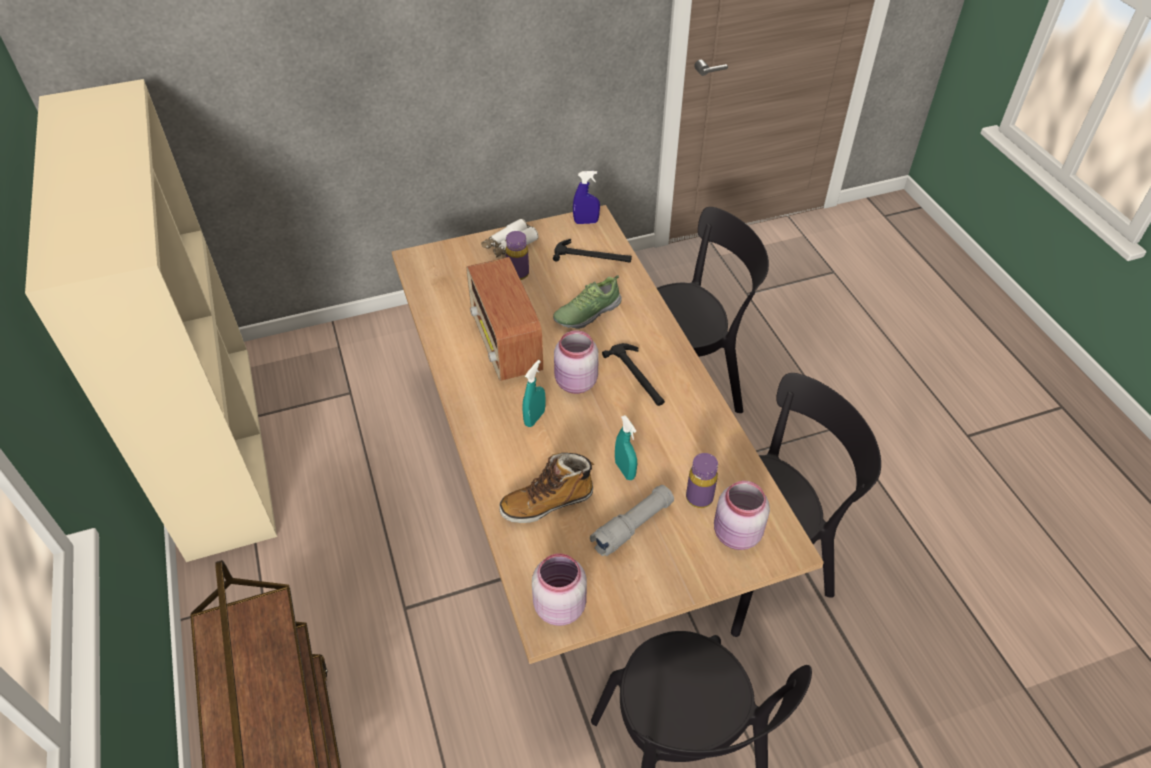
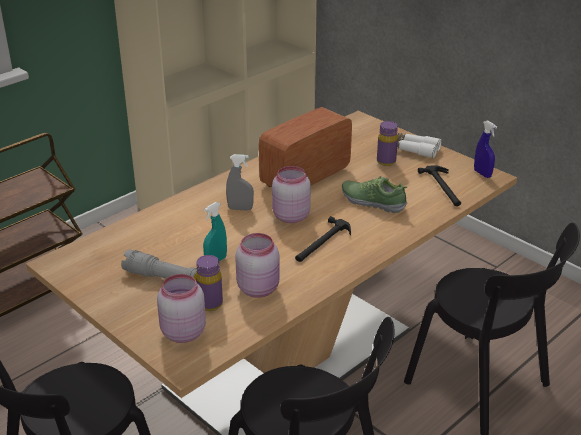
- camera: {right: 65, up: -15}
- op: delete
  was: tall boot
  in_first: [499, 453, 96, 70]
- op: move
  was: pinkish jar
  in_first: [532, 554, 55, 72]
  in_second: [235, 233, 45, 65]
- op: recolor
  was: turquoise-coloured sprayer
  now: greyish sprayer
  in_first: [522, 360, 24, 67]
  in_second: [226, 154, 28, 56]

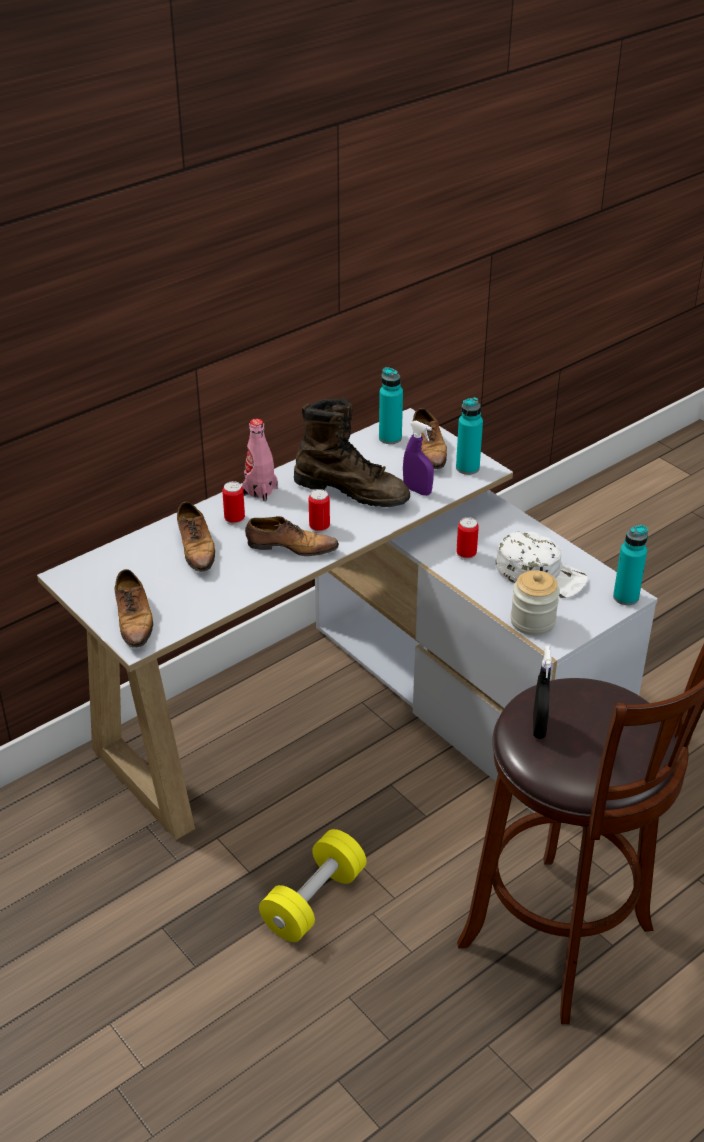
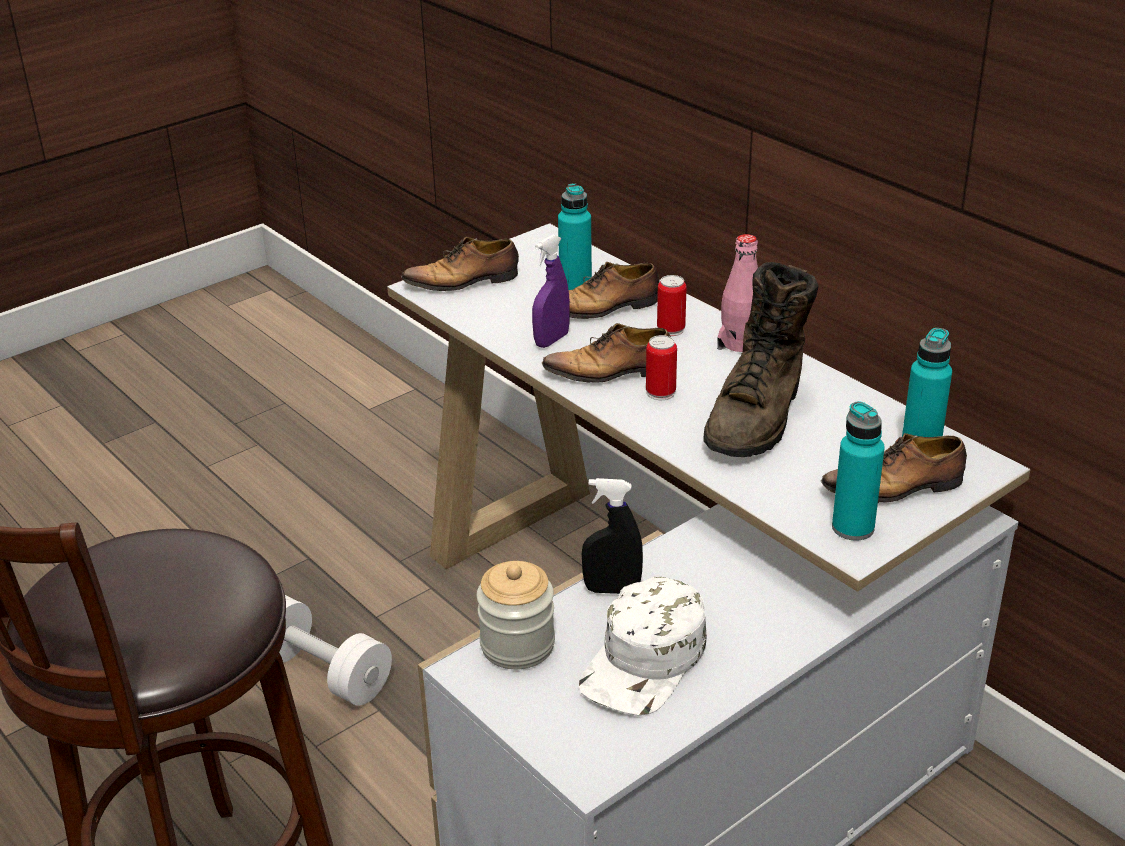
- camera: {right: 90, up: -5}
- op: delete
  was: can
  in_first: [456, 517, 23, 43]
- op: move
  was: purple sprayer
  in_first: [403, 421, 31, 75]
  in_second: [532, 235, 37, 113]
- op: move
  was: black sprayer
  in_first: [533, 646, 18, 93]
  in_second: [582, 478, 61, 116]
- op: move
  was: turquoise-coloured beverage bottle
  in_first: [613, 525, 35, 80]
  in_second: [558, 183, 34, 107]
- op: recolor
  was: yellowish free weight
  now: whitish free weight
  in_first: [259, 829, 107, 113]
  in_second: [279, 595, 113, 111]
- op: rotate
  was: item of footwear
  in_first: [245, 516, 94, 40]
  in_second: [542, 323, 129, 60]
  clockwise: 75

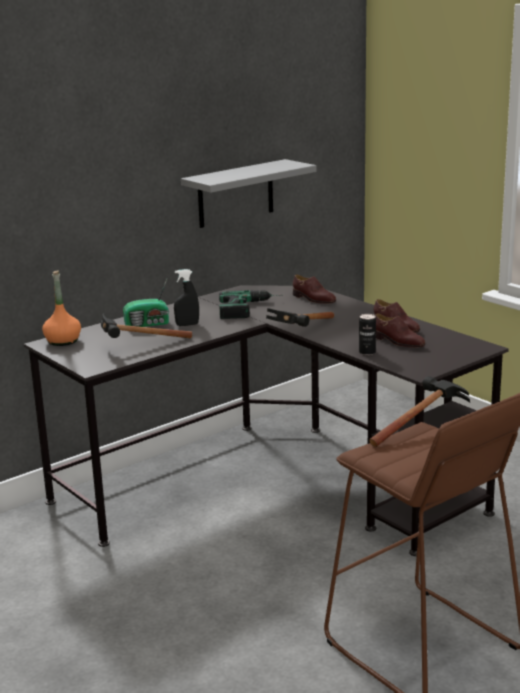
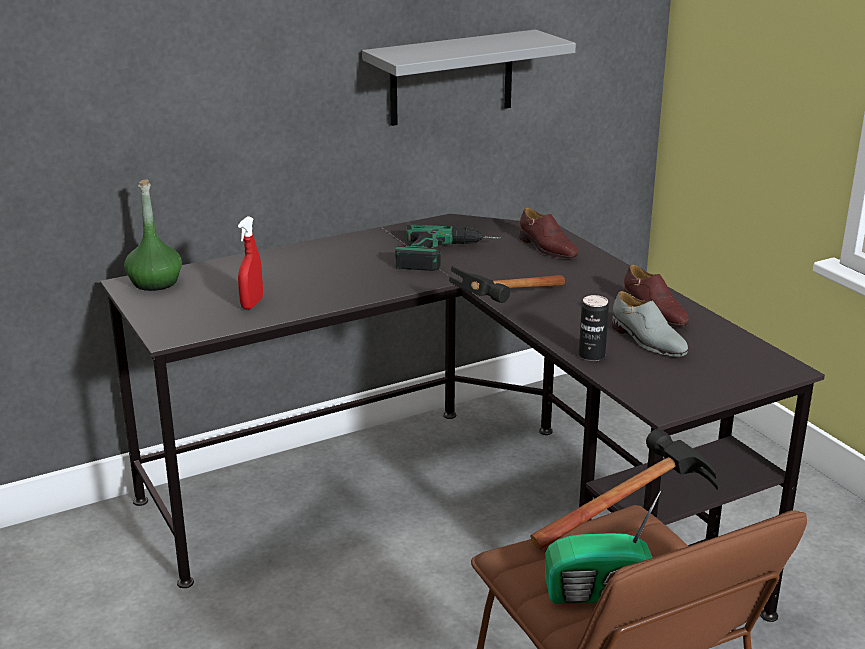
- camera: {right: 10, up: 5}
- op: delete
  was: black sprayer
  in_first: [174, 269, 25, 57]
- op: move
  was: radio receiver
  in_first: [123, 279, 46, 48]
  in_second: [545, 491, 116, 113]
- op: replace
  was: hand hammer
  now: reddish sprayer
  in_first: [101, 313, 91, 25]
  in_second: [238, 216, 25, 93]
- op: recolor
  was: orangey beverage bottle
  now: greenish beverage bottle
  in_first: [42, 271, 39, 75]
  in_second: [124, 179, 58, 112]
- op: recolor
  was: brownish item of footwear
  now: greyish item of footwear
  in_first: [375, 313, 50, 35]
  in_second: [612, 291, 76, 66]

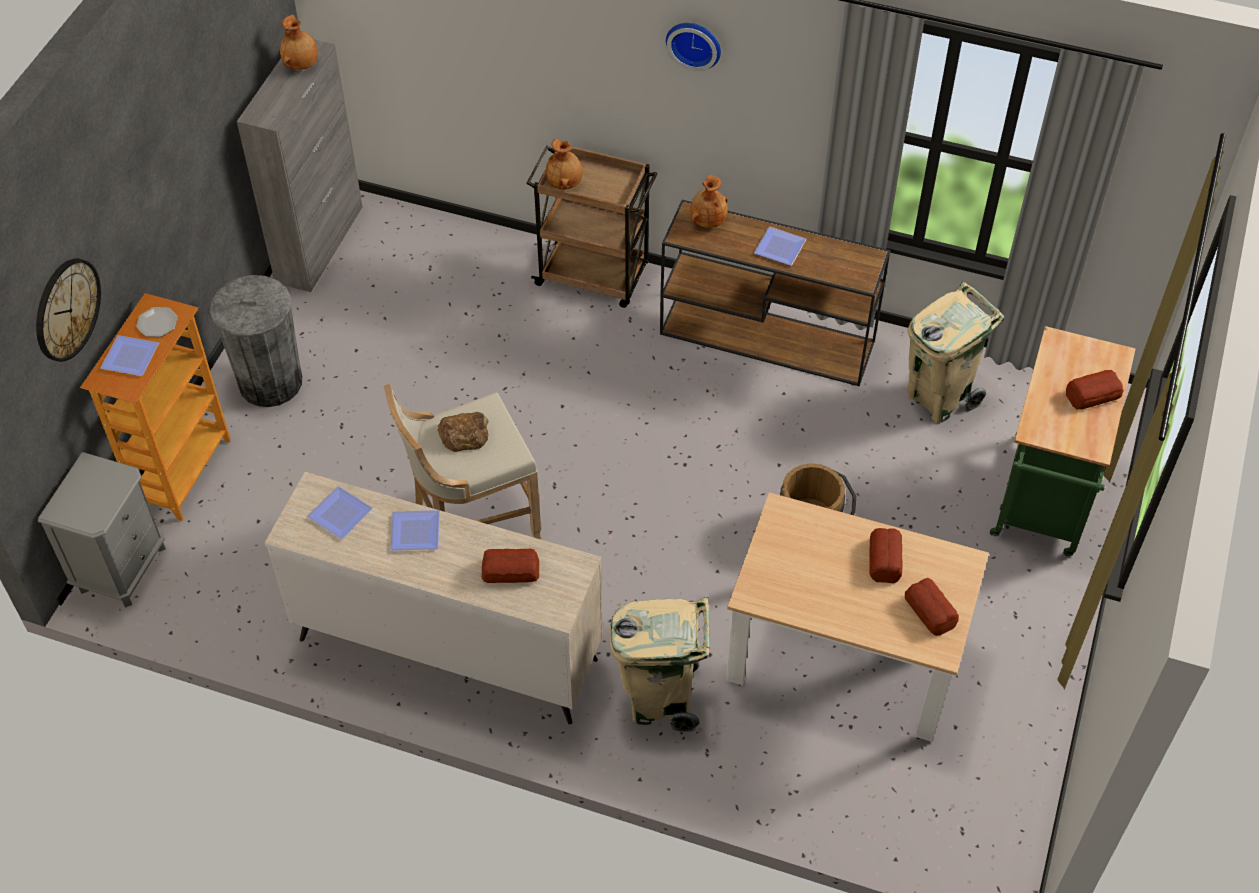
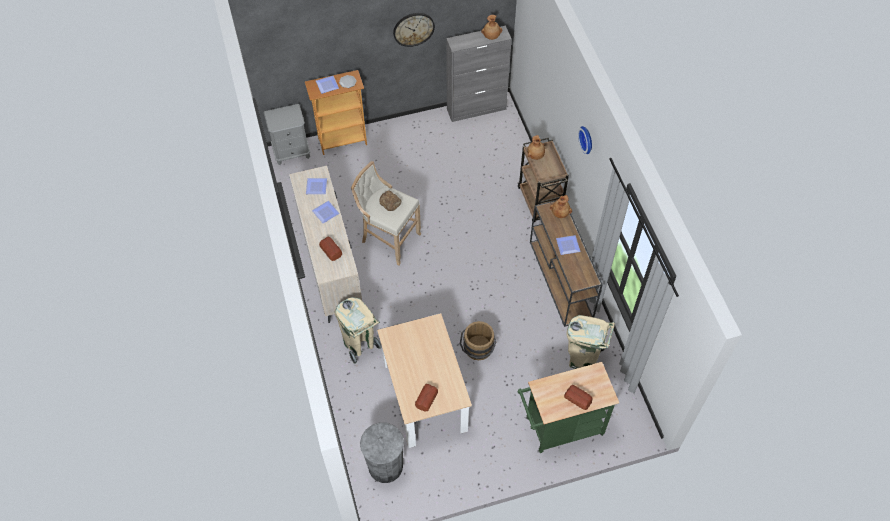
- camera: {right: 55, up: 5}
- op: delete
  was: baked bread
  in_first: [870, 528, 33, 55]
- op: move
  was: hanging clock
  in_first: [36, 258, 65, 104]
  in_second: [393, 13, 42, 34]
- op: move
  was: greyish trash can
  in_first: [210, 275, 92, 132]
  in_second: [360, 423, 44, 60]

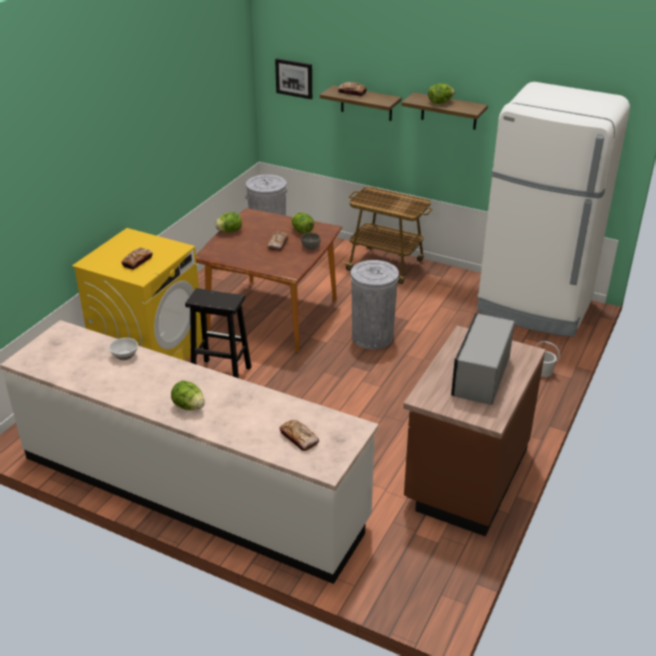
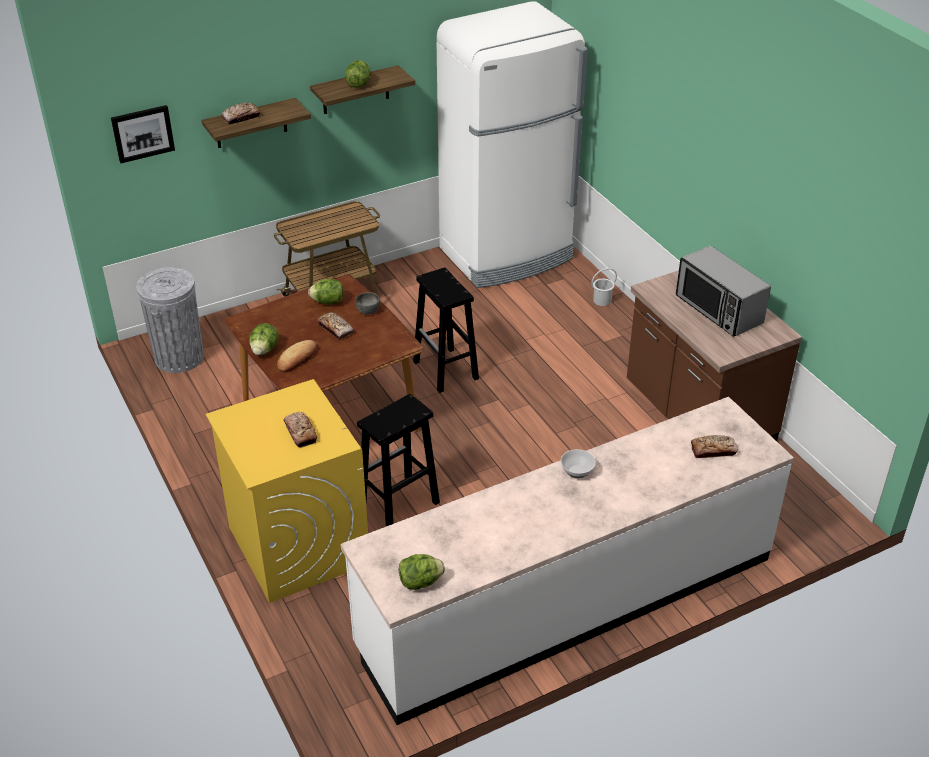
- camera: {right: -55, up: 5}
- op: insert
  now: baked bread
  in_second: [277, 340, 39, 33]
- op: move
  was: serving bowl
  in_first: [109, 338, 29, 22]
  in_second: [561, 449, 35, 30]
- op: move
  was: lettuce
  in_first: [171, 381, 34, 29]
  in_second: [399, 554, 46, 36]
- op: replace
  was: greyish trash can
  now: black stool
  in_first: [351, 260, 48, 89]
  in_second: [413, 268, 66, 125]

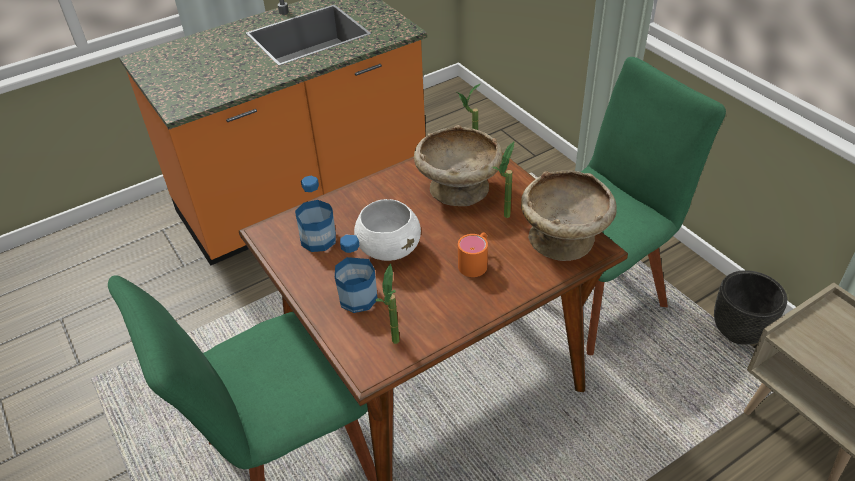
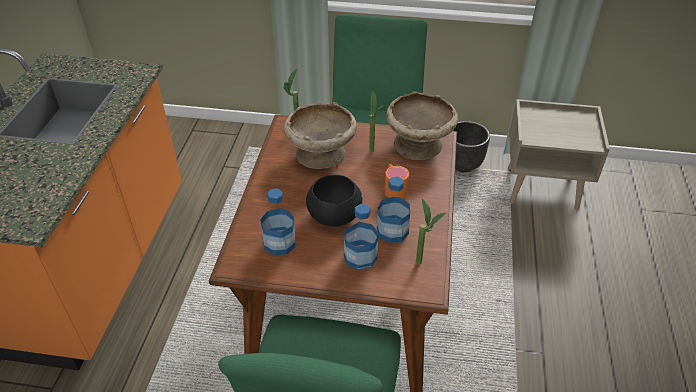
- camera: {right: -50, up: 0}
- op: insert
  now: beverage bottle
  in_second: [377, 177, 33, 66]
- op: recolor
  was: whitish serving bowl
  now: black serving bowl
  in_first: [354, 199, 67, 62]
  in_second: [306, 175, 57, 52]

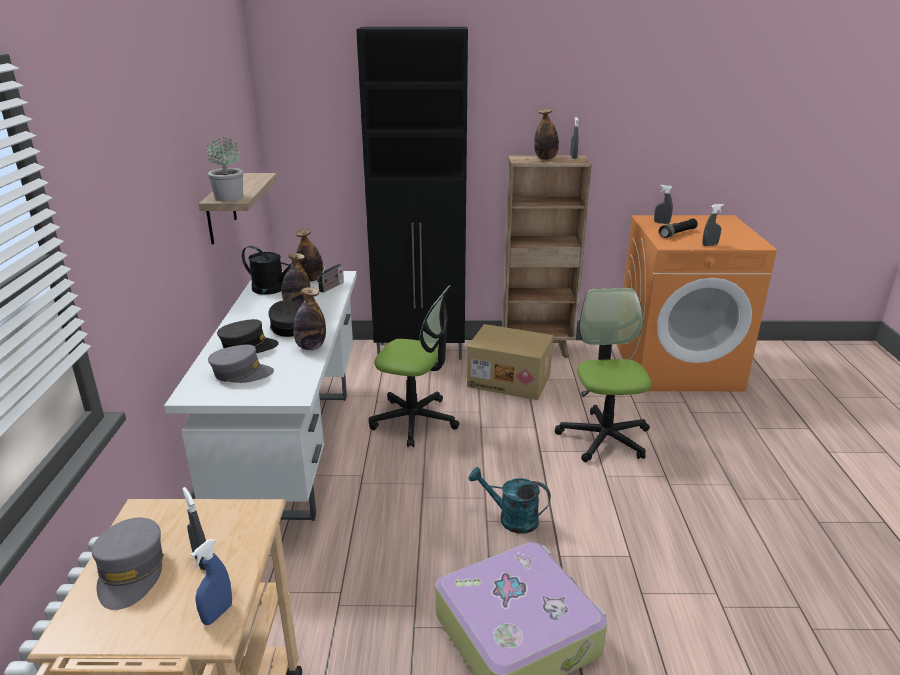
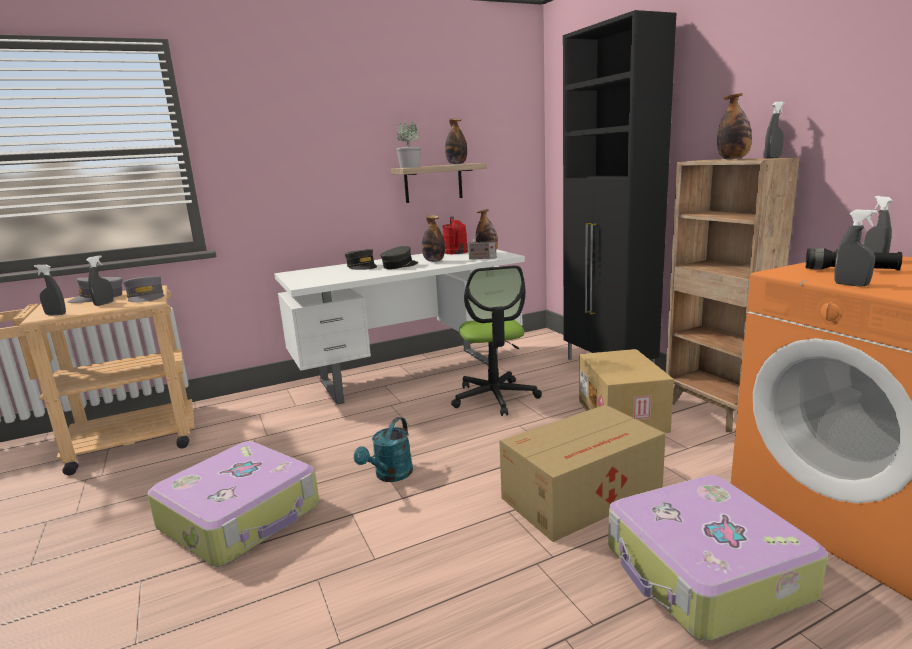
- camera: {right: 65, up: -10}
- op: insert
  now: travel case
  in_second: [608, 475, 220, 166]
- op: move
  was: greyish baseball cap
  in_first: [208, 345, 66, 38]
  in_second: [123, 276, 41, 27]
- op: move
  was: beverage bottle
  in_first: [293, 287, 33, 63]
  in_second: [445, 119, 22, 45]
- op: replace
  was: computer chair
  now: cardboard box
  in_first: [555, 288, 97, 174]
  in_second: [499, 405, 167, 137]
- op: recolor
  was: bluish sprayer
  now: greyish sprayer
  in_first: [190, 539, 42, 86]
  in_second: [34, 265, 32, 50]
- op: recolor
  was: black sprinkling can
  now: reddish sprinkling can
  in_first: [242, 246, 65, 49]
  in_second: [442, 216, 26, 38]
- op: rotate
  was: turquoise-coloured sprinkling can
  in_first: [469, 467, 82, 67]
  in_second: [354, 417, 59, 65]
  clockwise: -150

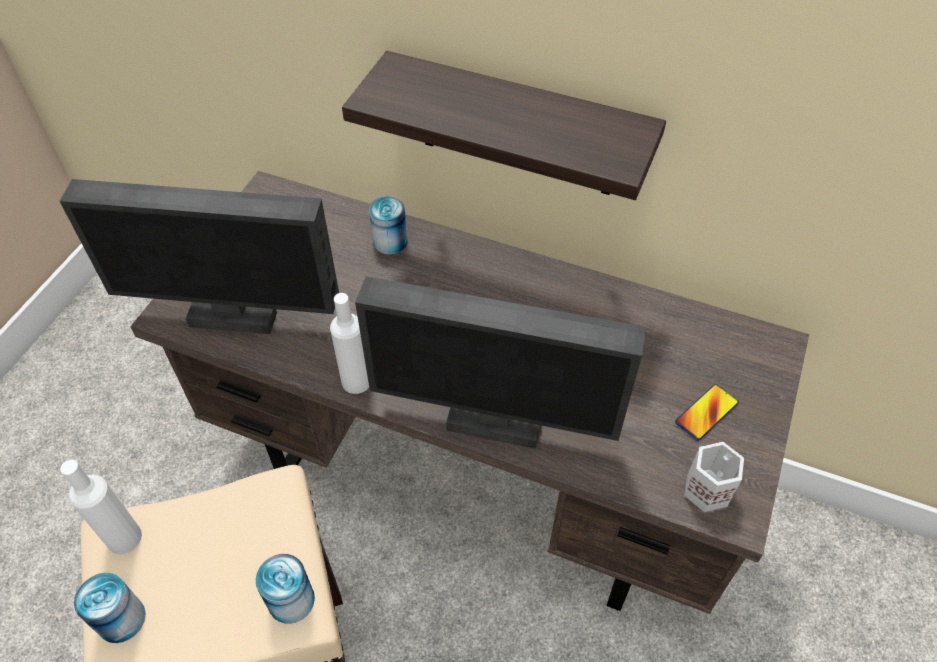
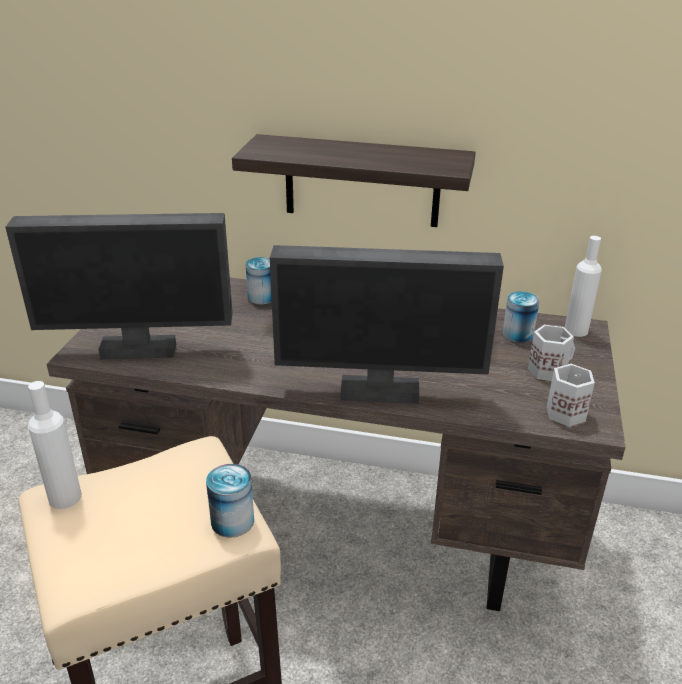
- camera: {right: -10, up: -20}
- op: move
  was: can
  in_first: [74, 573, 71, 70]
  in_second: [502, 291, 38, 52]
- op: move
  was: whitish beverage bottle
  in_first: [330, 293, 39, 101]
  in_second: [565, 236, 37, 101]
- op: replace
  was: handset
  now: whitish tea mug
  in_first: [675, 384, 64, 57]
  in_second: [528, 325, 47, 56]

